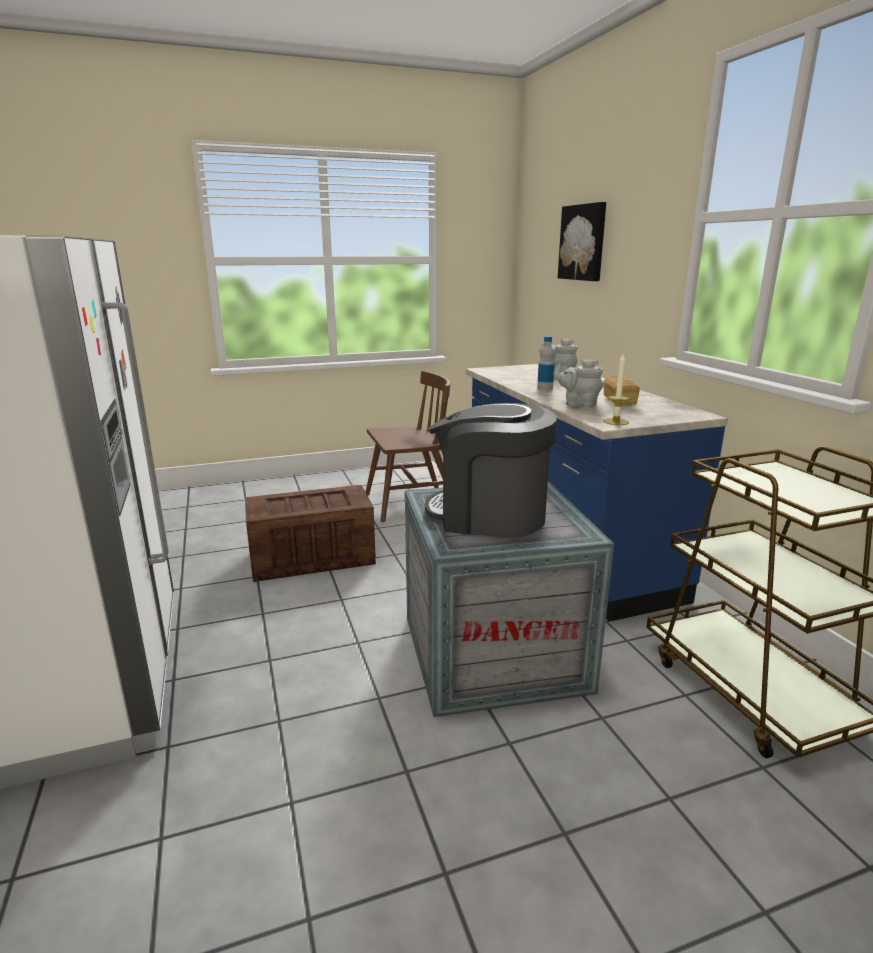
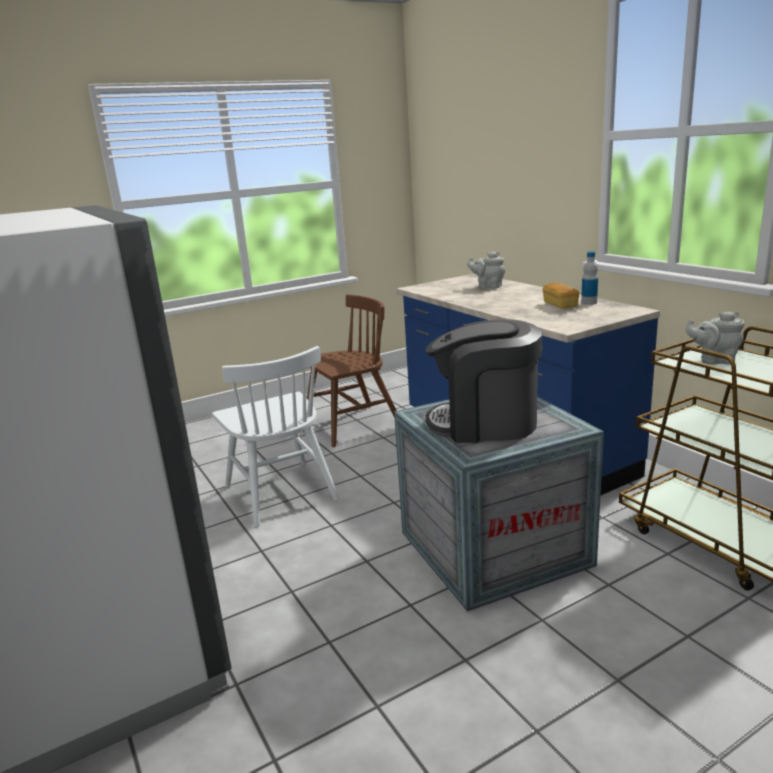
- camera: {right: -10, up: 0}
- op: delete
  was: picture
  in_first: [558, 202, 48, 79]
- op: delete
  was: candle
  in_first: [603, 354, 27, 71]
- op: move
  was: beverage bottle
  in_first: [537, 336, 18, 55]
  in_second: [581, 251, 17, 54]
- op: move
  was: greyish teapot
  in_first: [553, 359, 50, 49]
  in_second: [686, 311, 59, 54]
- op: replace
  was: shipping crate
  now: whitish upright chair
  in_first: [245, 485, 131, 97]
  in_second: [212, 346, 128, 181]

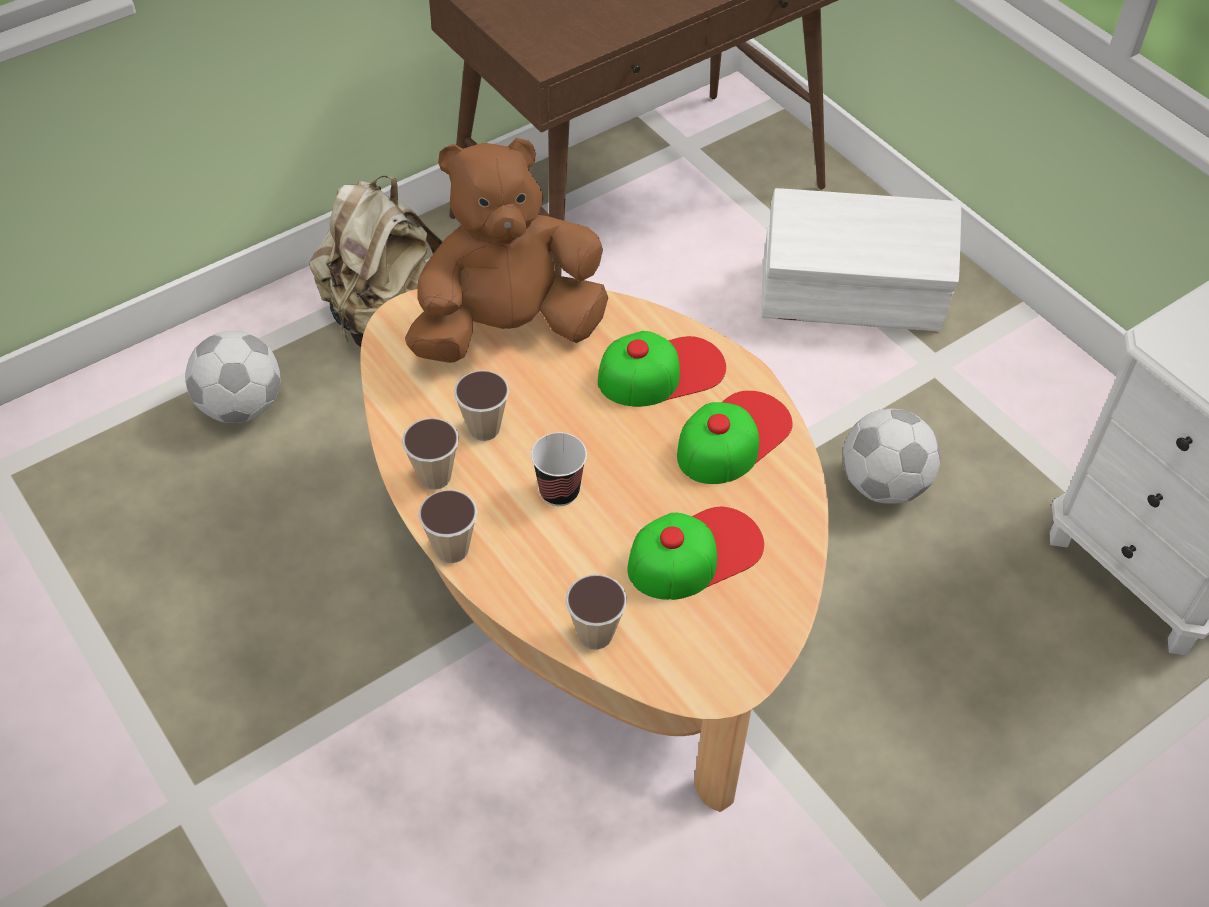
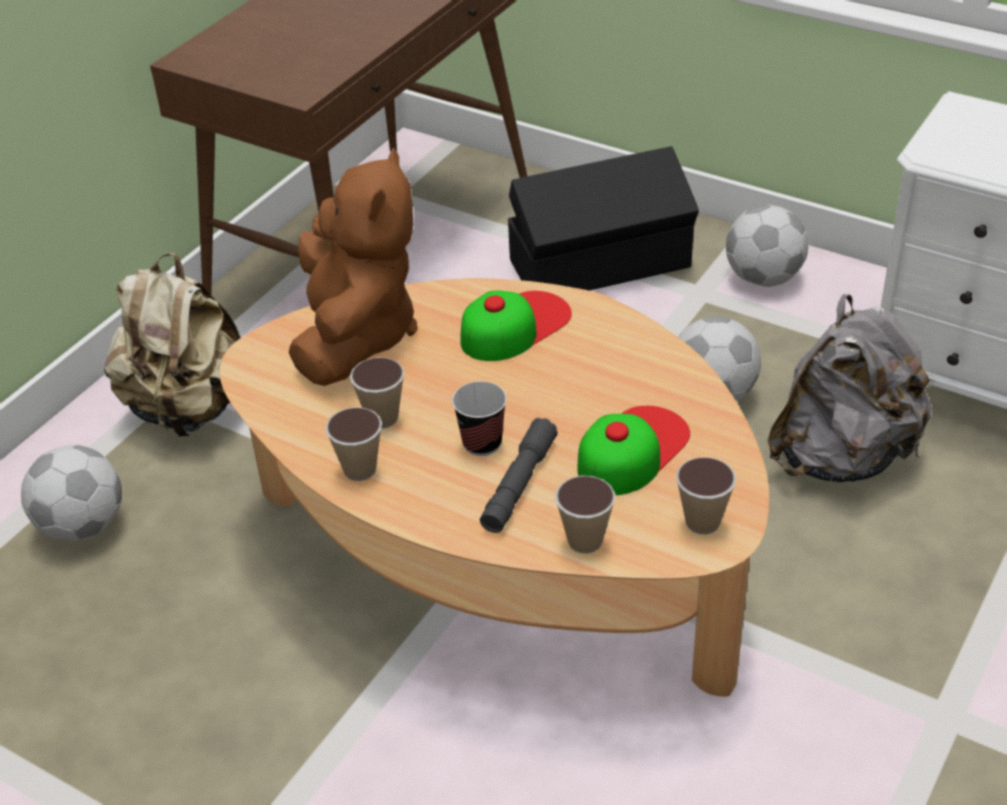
- camera: {right: -20, up: -10}
- op: delete
  was: baseball cap
  in_first: [677, 391, 116, 93]
- op: insert
  now: greyish hand torch
  in_second: [480, 418, 78, 115]
- op: insert
  now: football
  in_second: [726, 204, 82, 83]
- op: insert
  now: greyish knapsack
  in_second: [767, 294, 167, 188]
- op: move
  was: drinking cup
  in_first: [418, 490, 60, 73]
  in_second: [676, 457, 60, 77]
- op: recolor
  was: whitish storage box
  now: black storage box
  in_first: [762, 188, 199, 143]
  in_second: [508, 146, 191, 145]
- op: rotate
  was: brownish soft toy
  in_first: [405, 138, 203, 225]
  in_second: [289, 147, 129, 239]
  clockwise: 135

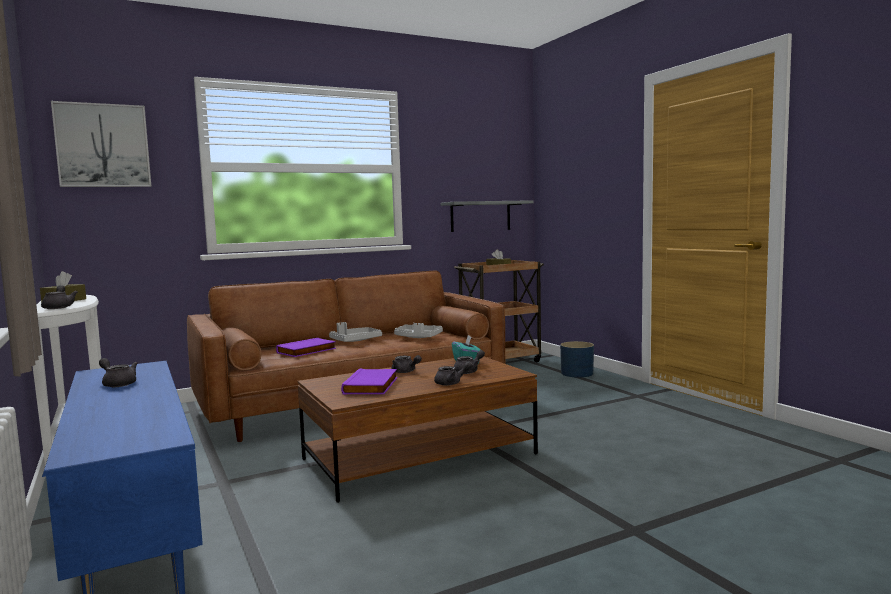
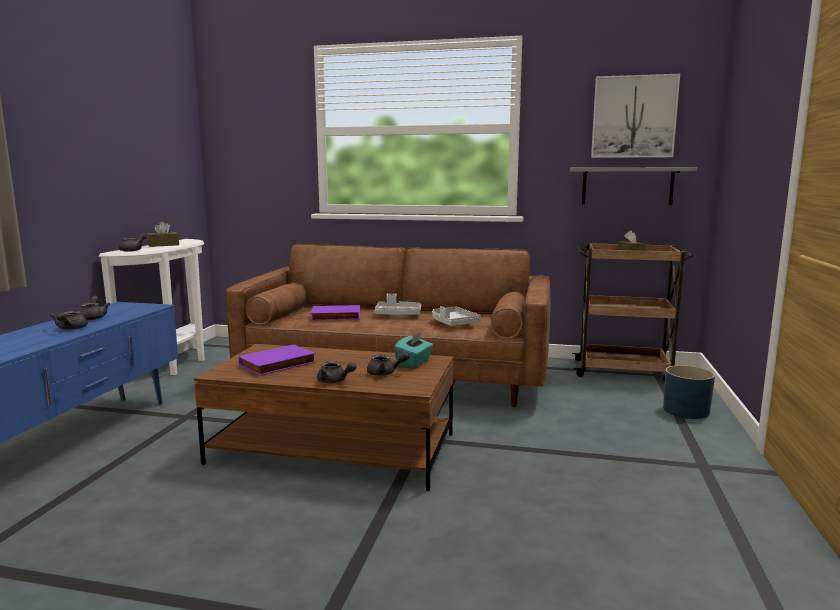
- camera: {right: 40, up: 5}
- op: move
  was: picture
  in_first: [51, 101, 100, 86]
  in_second: [591, 74, 89, 84]
- op: move
  was: greyish teapot
  in_first: [392, 355, 30, 18]
  in_second: [50, 311, 38, 19]

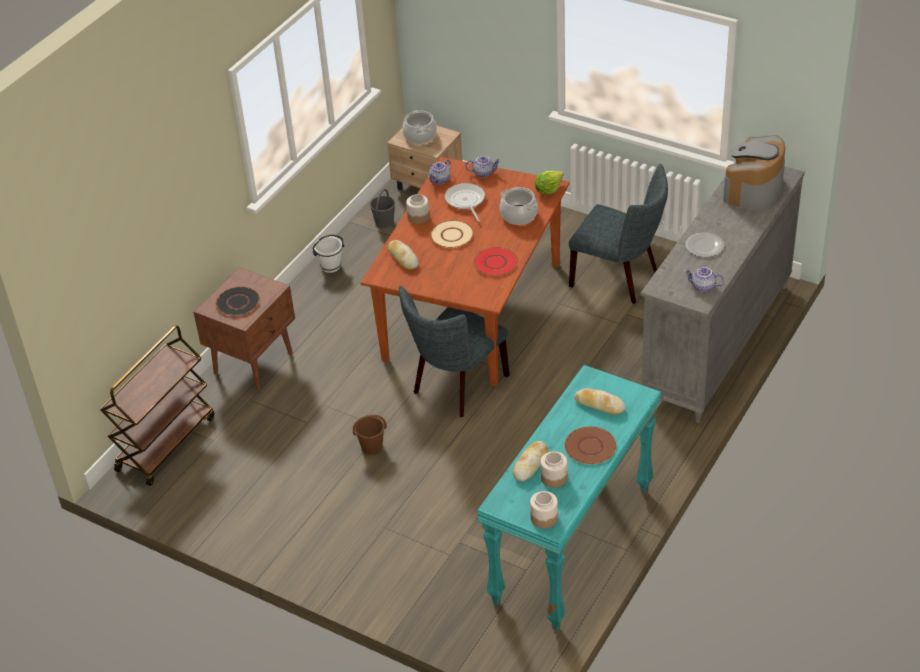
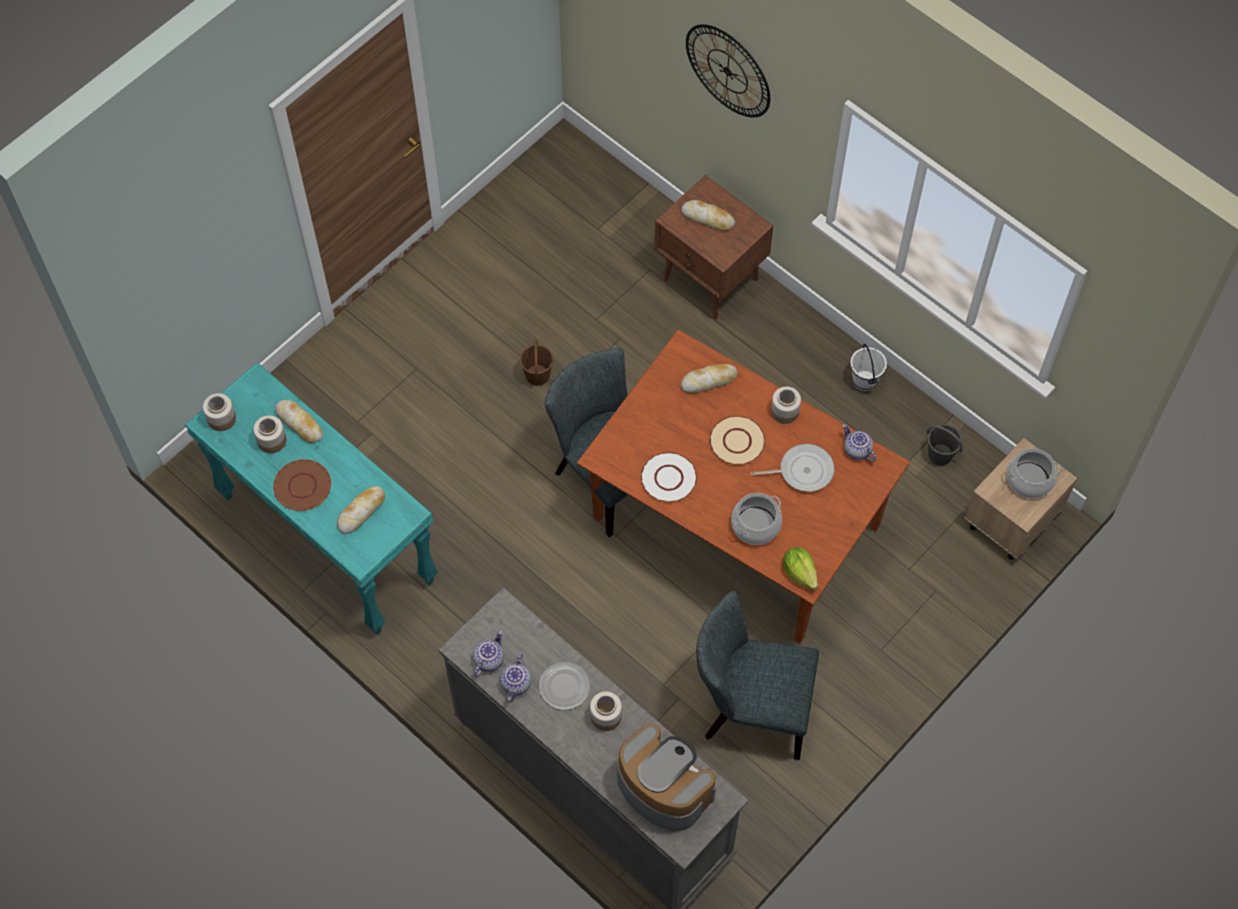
- camera: {right: 100, up: 20}
- op: delete
  was: brownish wheeled cart
  in_first: [100, 325, 114, 161]
- op: insert
  now: jar
  in_second: [590, 691, 32, 40]
- op: insert
  now: hanging clock
  in_second: [686, 24, 84, 93]
- op: move
  was: teapot
  in_first: [465, 156, 36, 22]
  in_second: [500, 654, 31, 46]
- op: replace
  was: black dinner plate
  now: baked bread
  in_first: [216, 286, 44, 30]
  in_second: [681, 200, 54, 31]
- op: recolor
  was: reddish dinner plate
  now: whitish dinner plate
  in_first: [473, 247, 45, 29]
  in_second: [641, 452, 56, 51]
- op: rotate
  was: greyish upright chair
  in_first: [569, 164, 99, 140]
  in_second: [696, 591, 123, 169]
  clockwise: 60

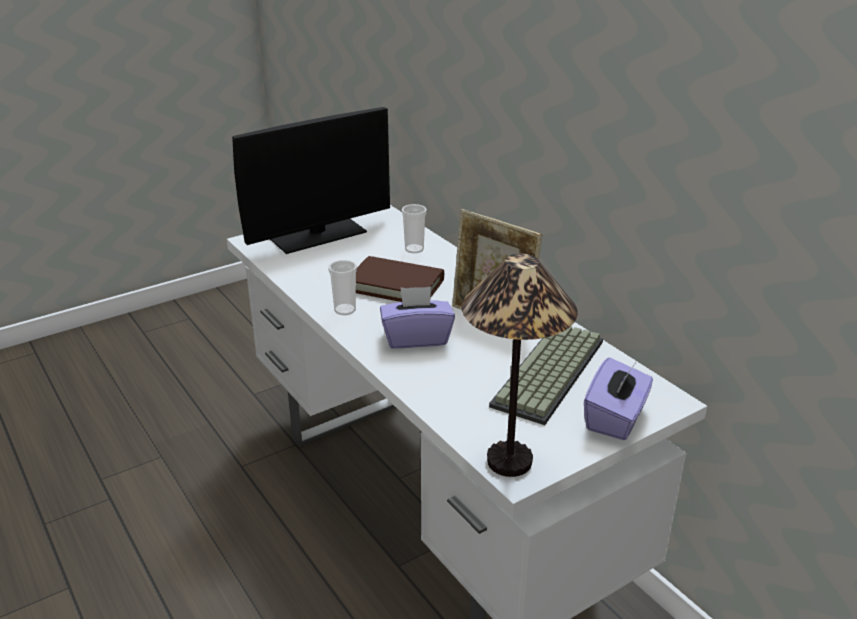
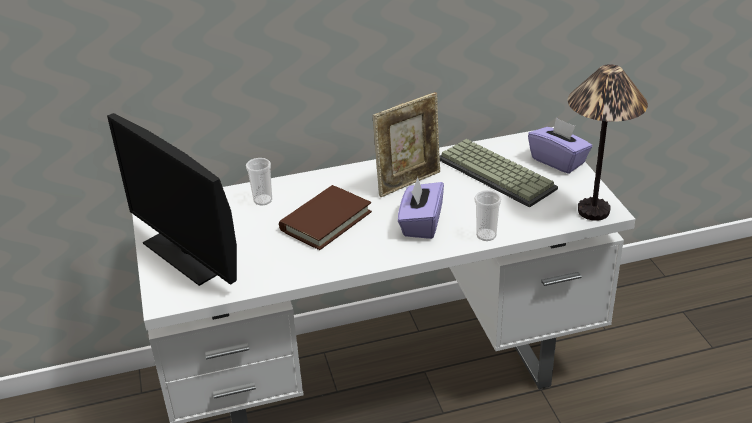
- camera: {right: -70, up: 5}
- op: move
  was: drinking cup
  in_first: [328, 260, 29, 55]
  in_second: [474, 190, 28, 51]
- op: rotate
  was: computer screen
  in_first: [232, 107, 158, 147]
  in_second: [107, 113, 130, 173]
  clockwise: 150

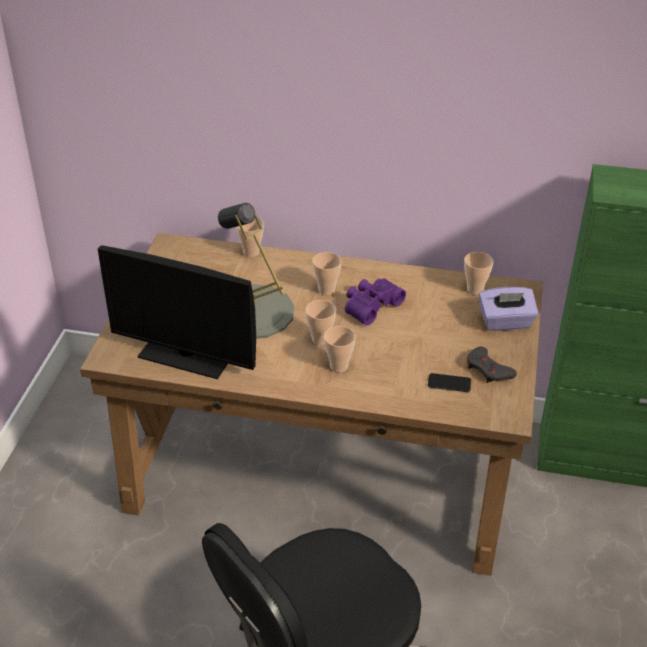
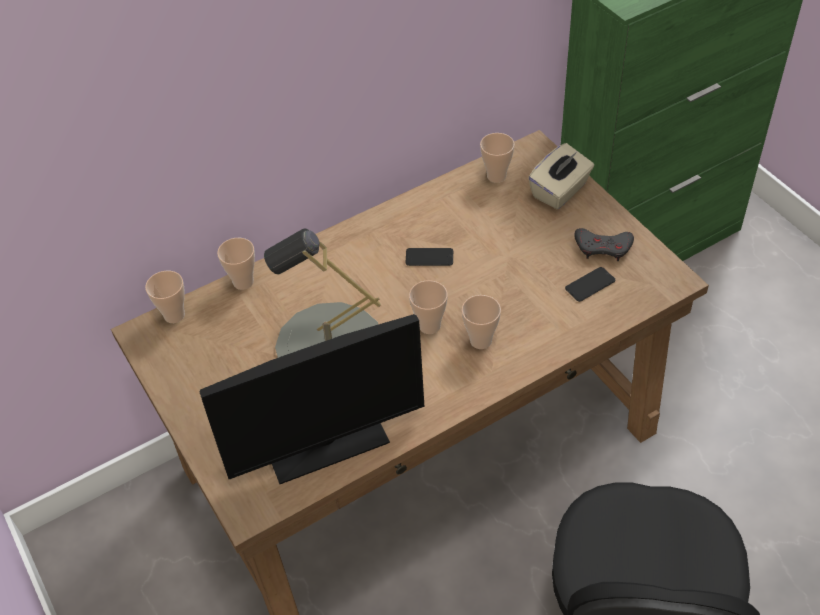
- camera: {right: -40, up: 10}
- op: move
  was: drinking cup
  in_first: [313, 252, 29, 43]
  in_second: [145, 271, 40, 52]
- op: replace
  was: purple field glasses
  now: handset
  in_first: [345, 278, 61, 48]
  in_second: [406, 248, 47, 18]
- op: recolor
  was: purple tissue box
  now: sand-coloured tissue box
  in_first: [479, 287, 60, 44]
  in_second: [528, 143, 66, 66]

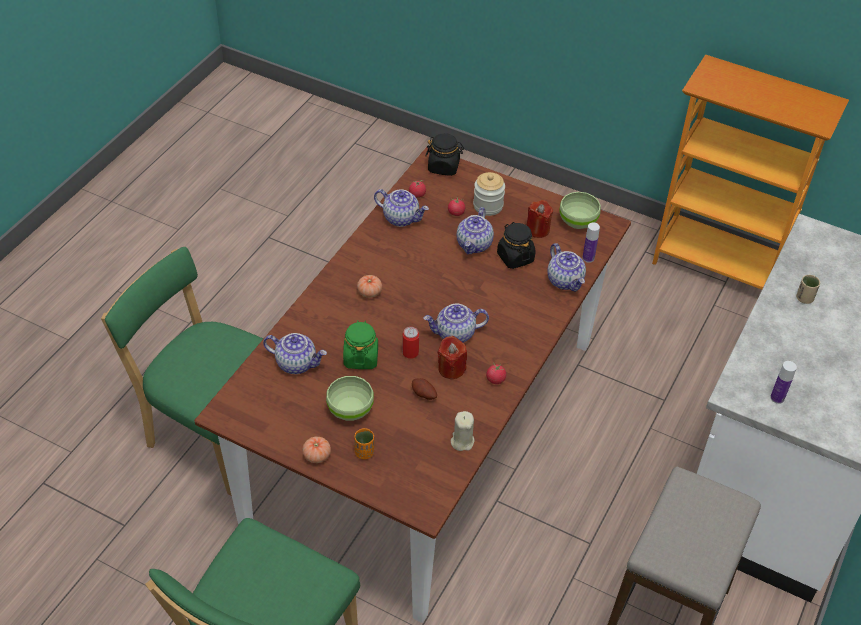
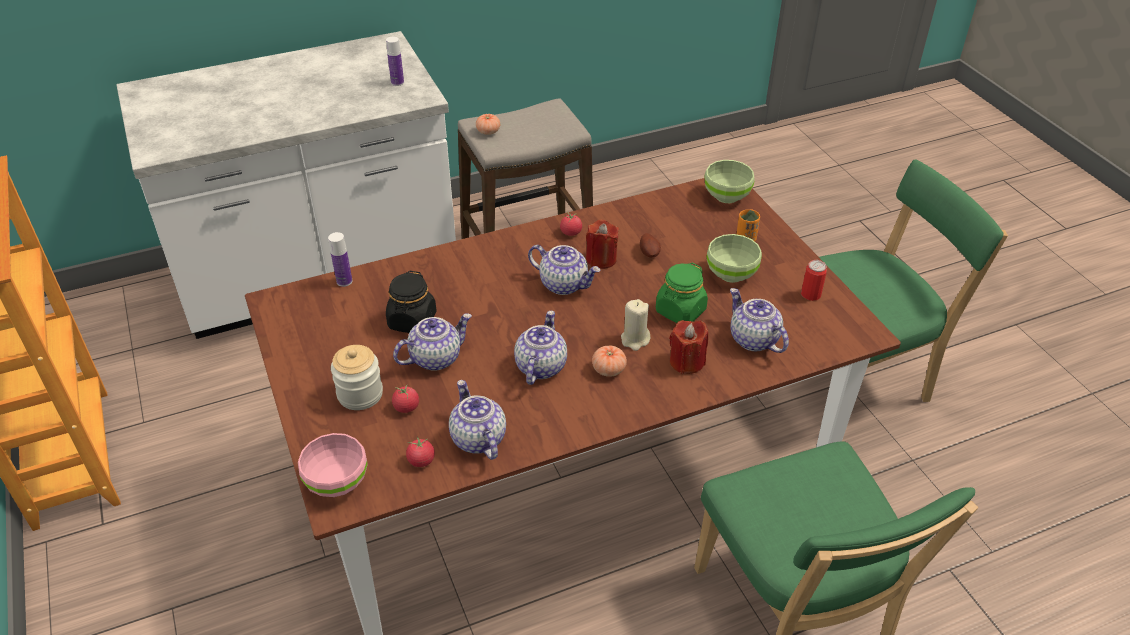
- camera: {right: -140, up: -5}
- op: delete
  was: sand-coloured drinking cup
  in_first: [796, 275, 24, 29]
- op: move
  was: whole tomato
  in_first: [302, 437, 29, 26]
  in_second: [476, 114, 24, 21]
- op: move
  was: can
  in_first: [402, 327, 17, 32]
  in_second: [801, 260, 26, 41]
- op: move
  was: sand-coloured candle
  in_first: [451, 411, 23, 40]
  in_second: [621, 299, 29, 52]
- op: move
  was: reddish candle
  in_first: [527, 200, 26, 38]
  in_second: [669, 320, 39, 54]
- op: move
  was: teapot
  in_first: [547, 243, 39, 49]
  in_second: [514, 311, 53, 74]
- op: move
  was: greenish serving bowl
  in_first: [559, 192, 42, 37]
  in_second: [705, 160, 49, 43]
- op: replace
  was: black jar
  now: pinkish serving bowl
  in_first: [425, 133, 39, 43]
  in_second: [298, 433, 70, 64]

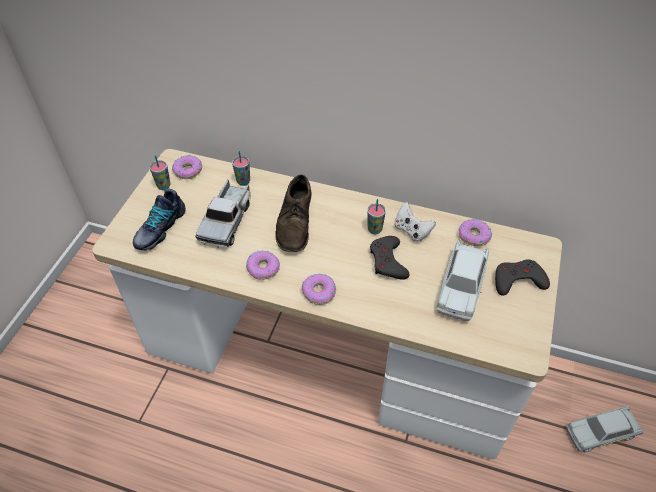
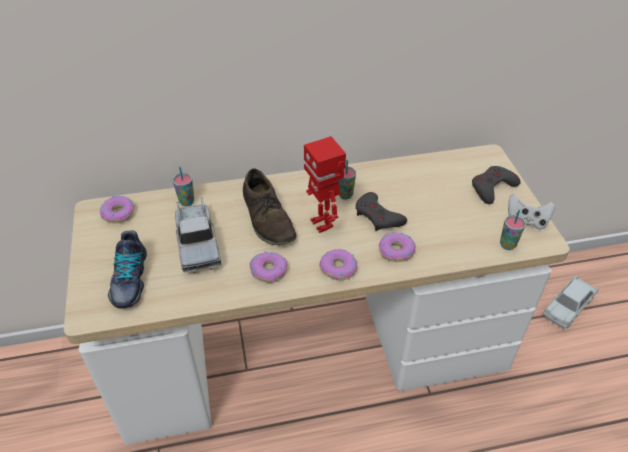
- camera: {right: -30, up: -5}
- op: delete
  was: whitish miniature car
  in_first: [437, 241, 53, 80]
- op: insert
  now: robot figure
  in_second: [304, 136, 42, 97]
- op: move
  was: drinking cup
  in_first: [150, 155, 21, 35]
  in_second: [500, 210, 26, 40]
- op: move
  was: whitish joypad
  in_first: [395, 202, 41, 40]
  in_second: [508, 194, 47, 36]
- op: move
  was: doughnut
  in_first: [459, 219, 33, 27]
  in_second: [379, 232, 37, 30]

